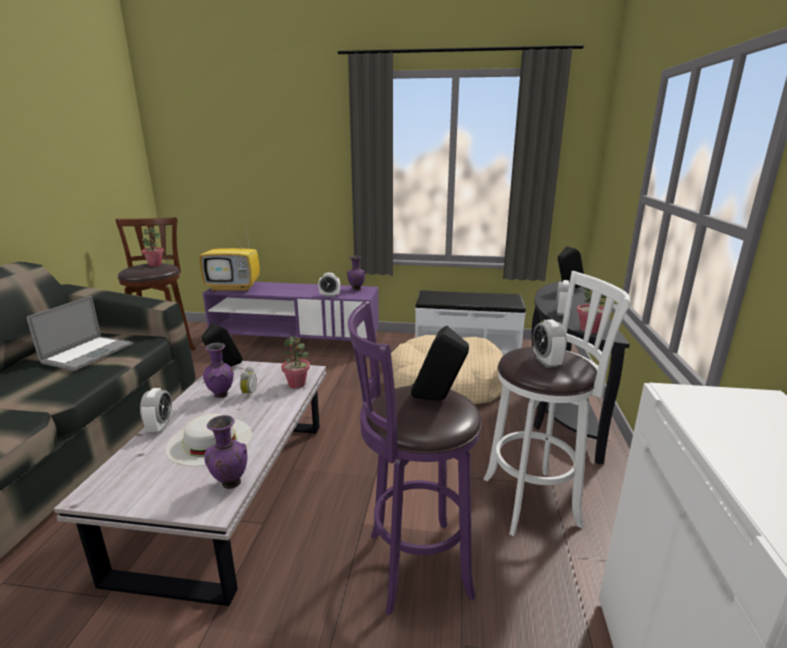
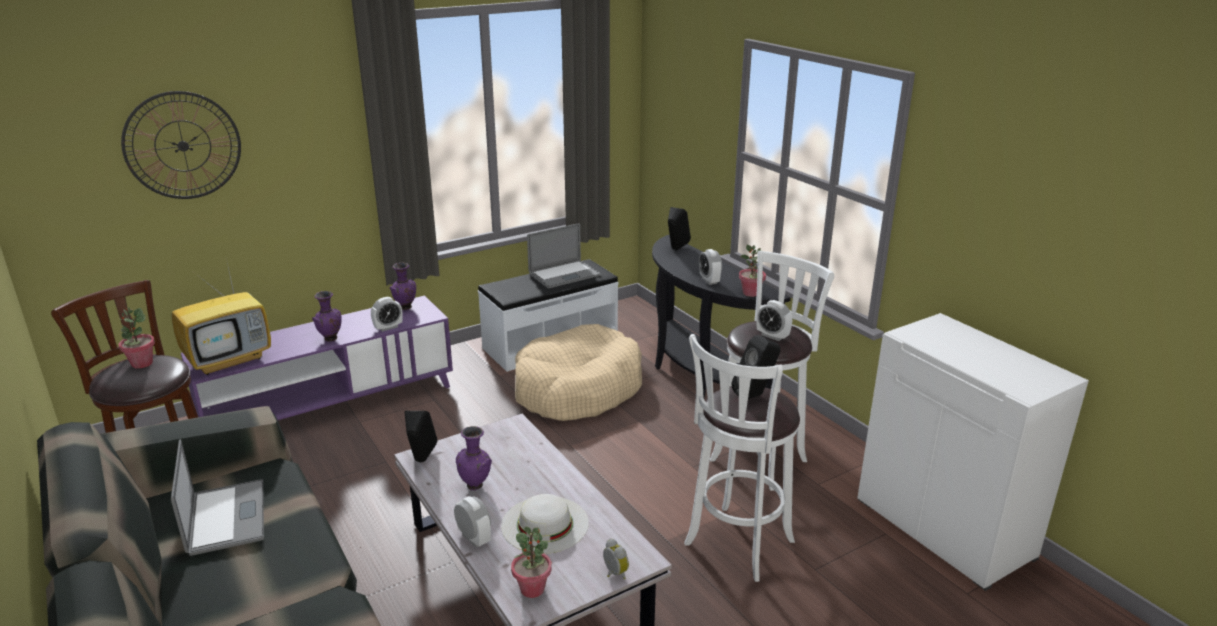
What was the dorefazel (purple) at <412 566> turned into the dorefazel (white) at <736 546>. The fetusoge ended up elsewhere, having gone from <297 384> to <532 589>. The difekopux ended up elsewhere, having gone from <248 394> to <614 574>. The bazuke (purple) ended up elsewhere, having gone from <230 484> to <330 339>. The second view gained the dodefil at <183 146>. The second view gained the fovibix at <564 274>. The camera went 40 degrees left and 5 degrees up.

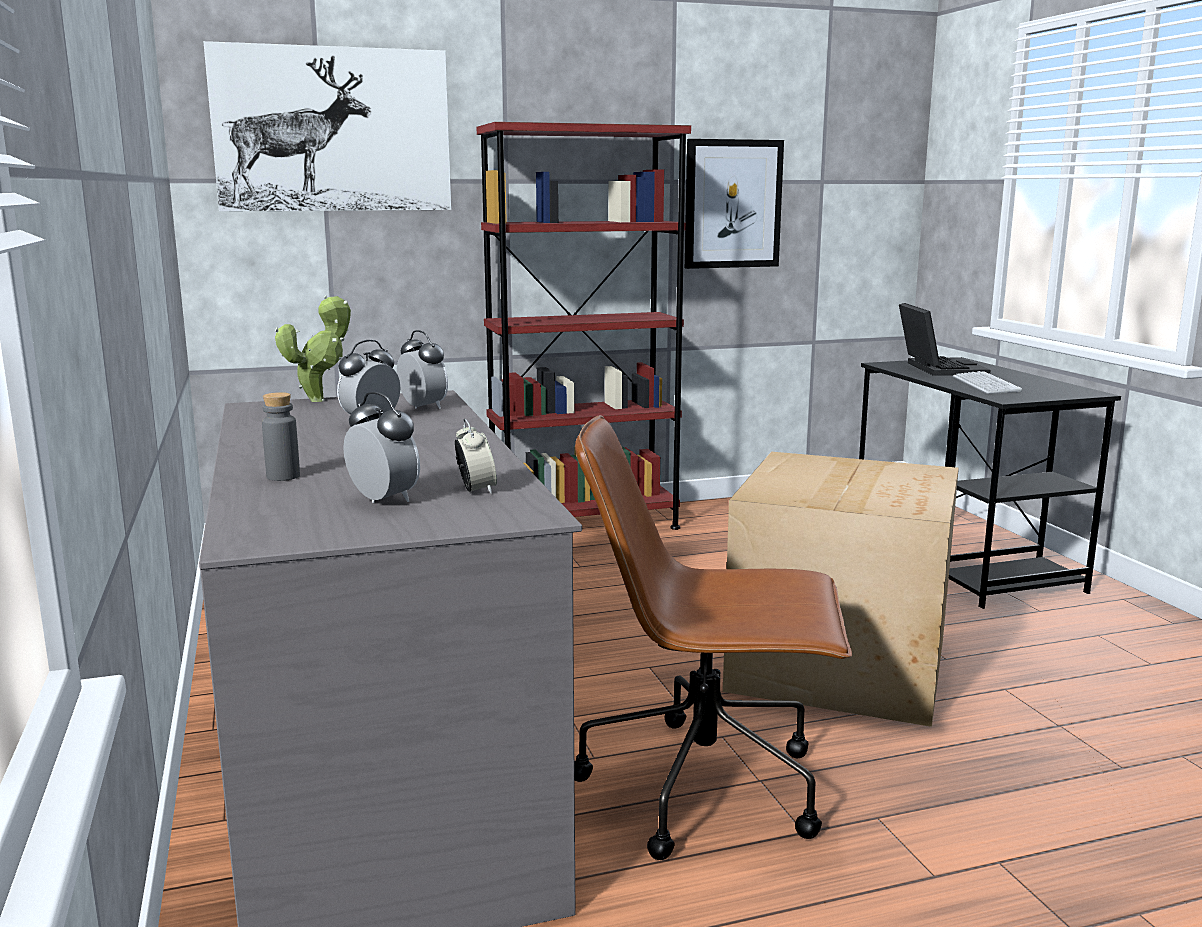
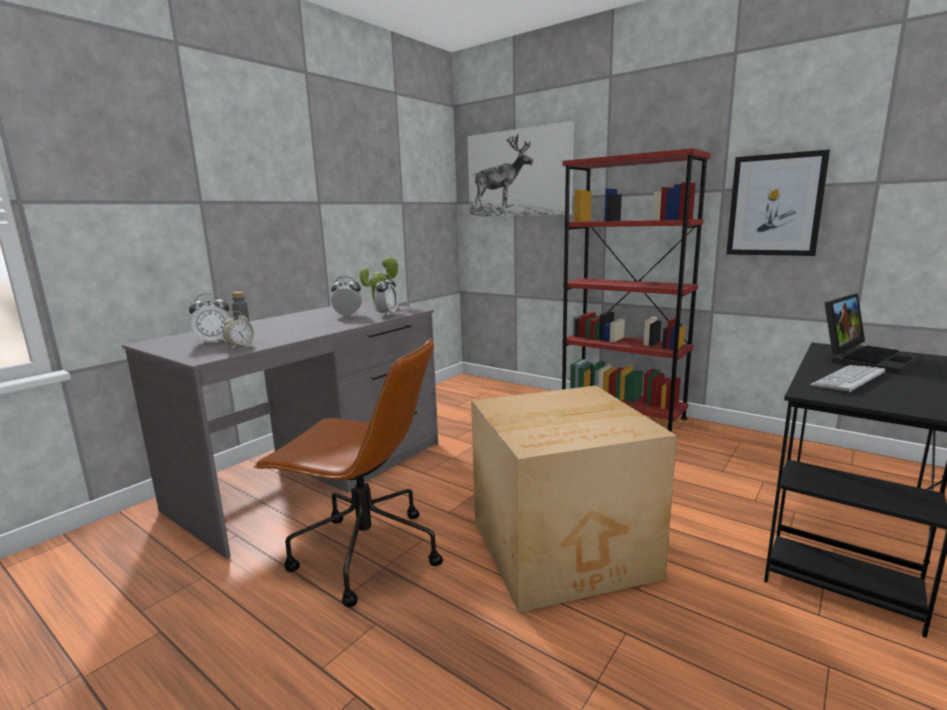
The difekopux at <383 500> ended up facing another way, 60 degrees clockwise from before. The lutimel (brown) at <707 786> ended up facing another way, 135 degrees clockwise from before. The camera went 55 degrees right and 0 degrees up.

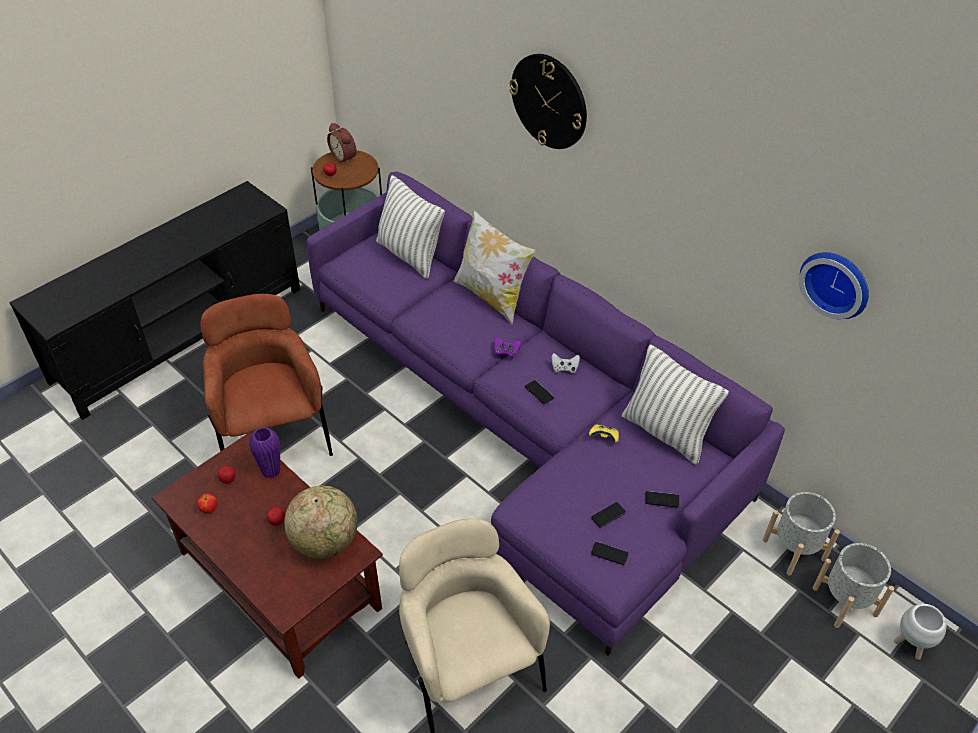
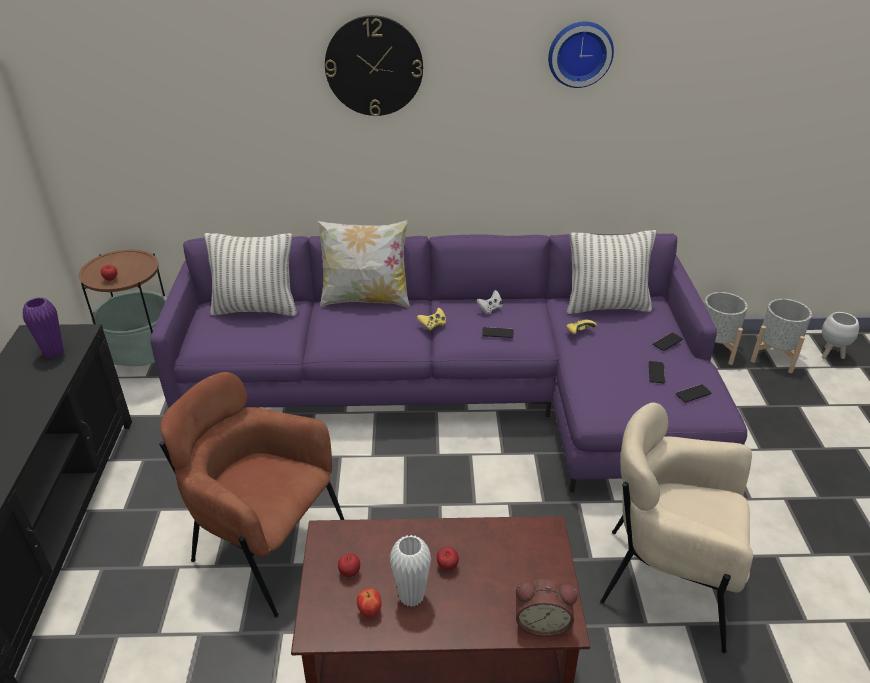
The difekopux ended up elsewhere, having gone from <345 157> to <542 621>. The dodefil ended up elsewhere, having gone from <837 282> to <579 53>. What was the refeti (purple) at <506 352> turned into the refeti (yellow) at <432 325>. The bazuke (purple) ended up elsewhere, having gone from <271 471> to <54 352>. The second view lost the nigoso at <325 541>. The second view gained the bazuke (white) at <411 596>. The camera went 45 degrees left and 10 degrees down.

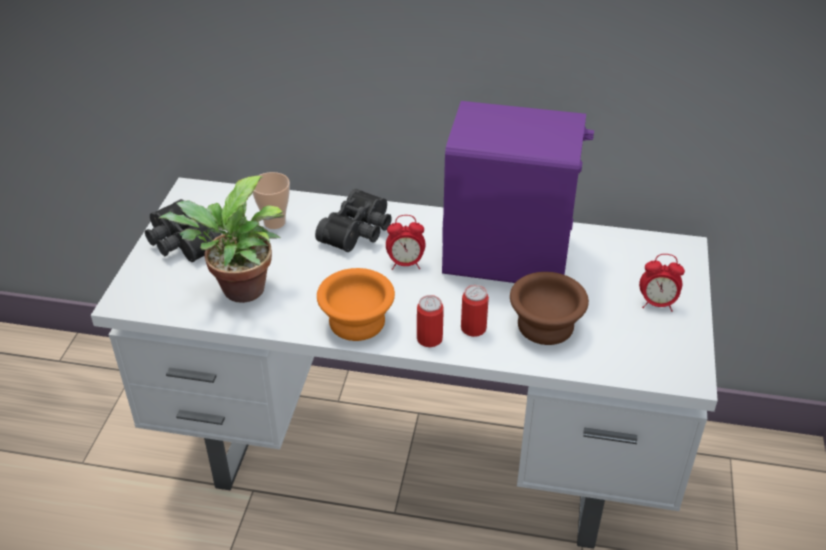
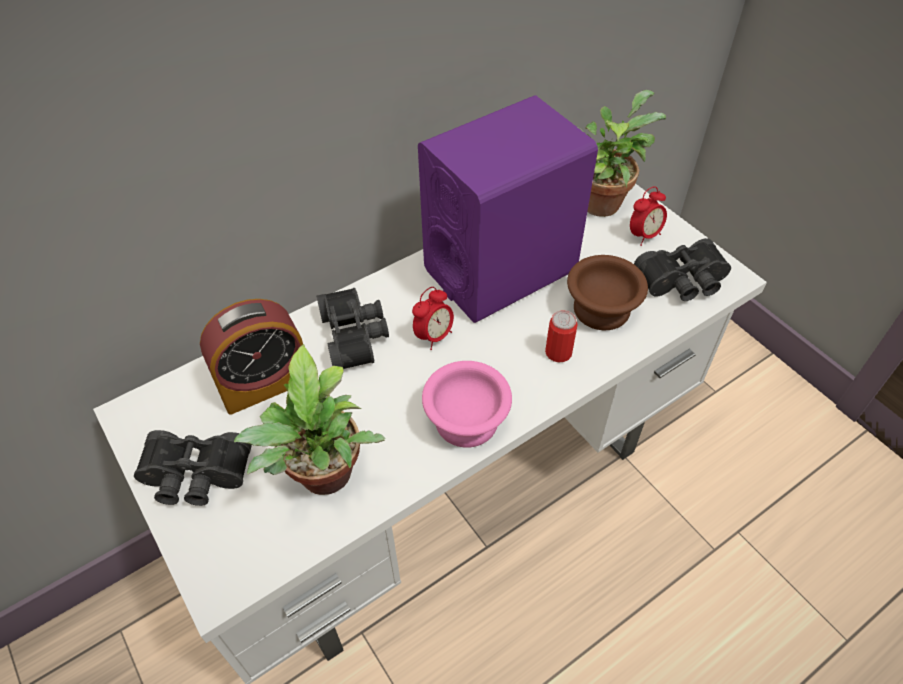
Where the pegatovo stood at <274 222>, the difekopux came to stand at <265 383>. What was the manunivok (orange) at <354 322> turned into the manunivok (pink) at <464 422>. The second view lost the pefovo at <429 339>. The second view gained the fetusoge at <601 200>. The second view gained the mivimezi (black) at <683 283>. The camera went 45 degrees left and 10 degrees up.

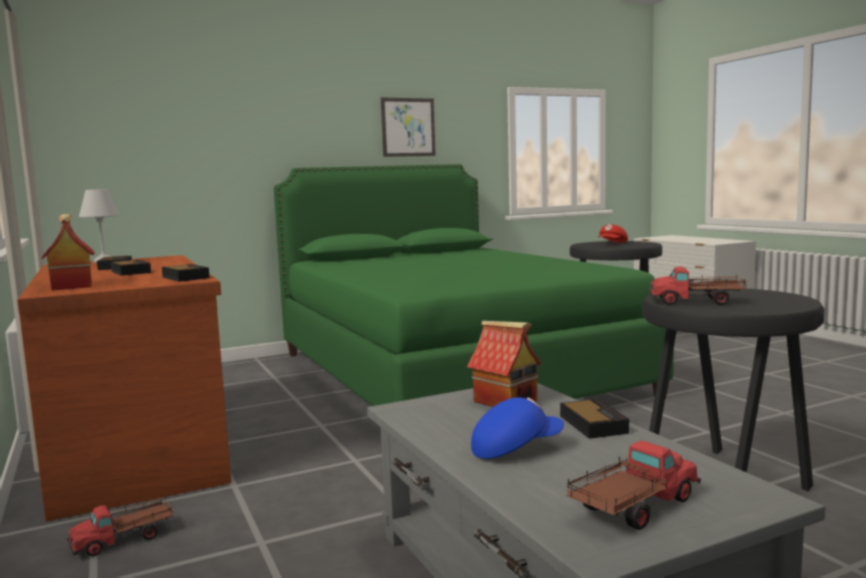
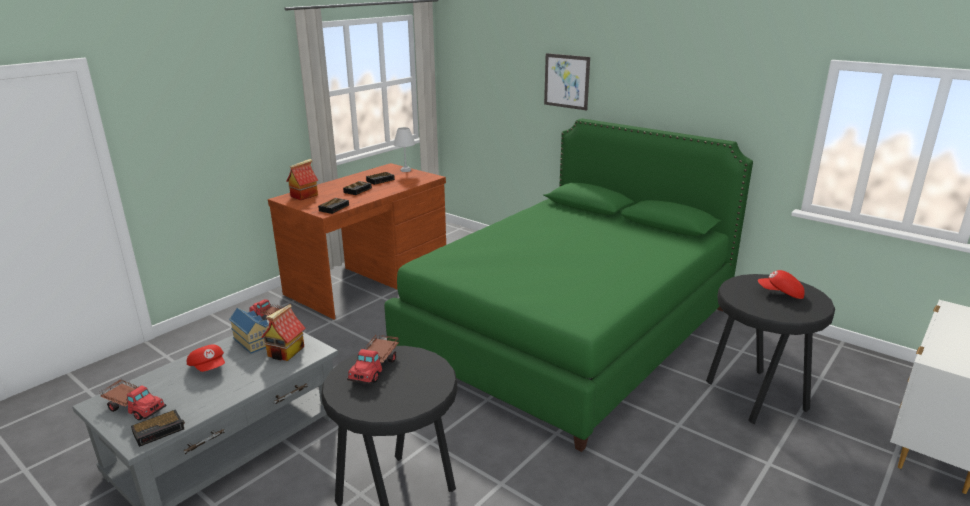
The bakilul ended up elsewhere, having gone from <408 127> to <566 81>. The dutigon at <697 302> ended up facing another way, 150 degrees counterclockwise from before. What was the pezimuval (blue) at <515 449> turned into the pezimuval (red) at <209 367>. The difekopux ended up elsewhere, having gone from <592 424> to <160 430>. The second view gained the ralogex at <253 341>. The camera went 65 degrees right and 15 degrees up.

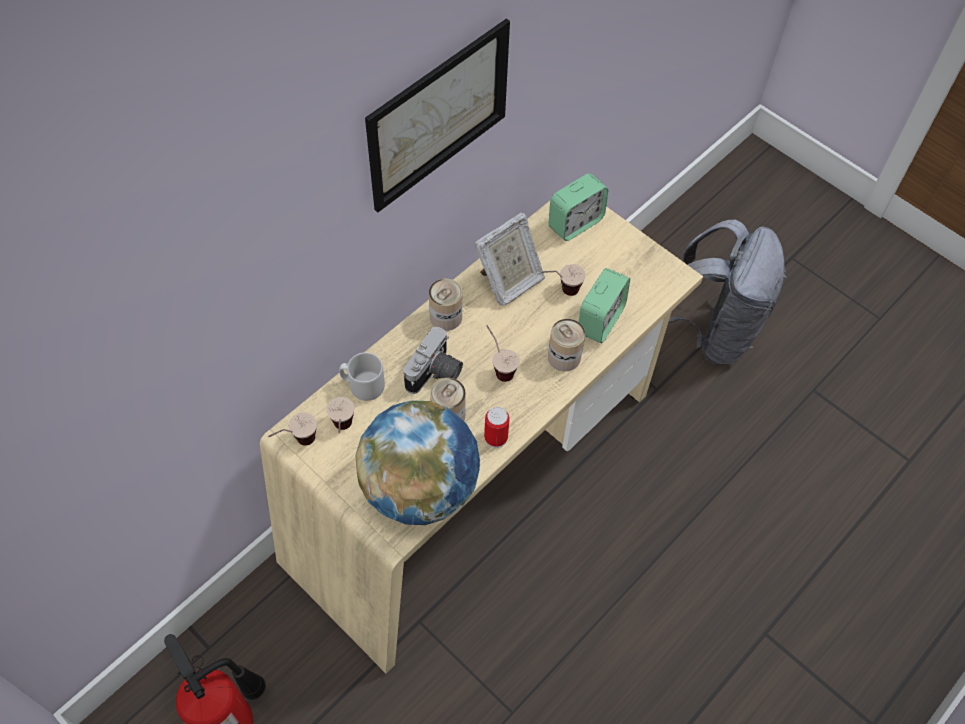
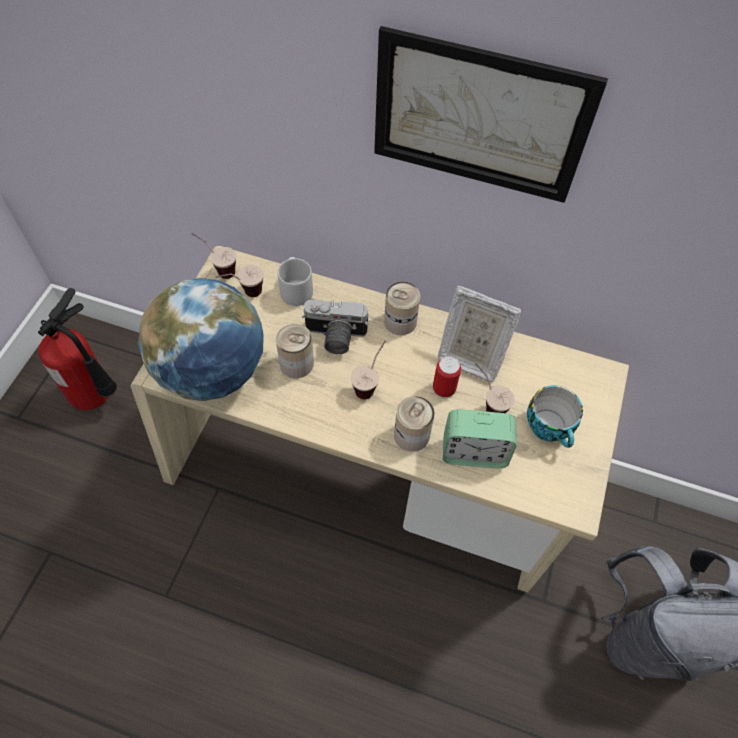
The second view lost the difekopux at <575 223>. The pefovo ended up elsewhere, having gone from <496 437> to <444 388>. The second view gained the pegatovo at <550 428>. The camera went 65 degrees right and 0 degrees up.

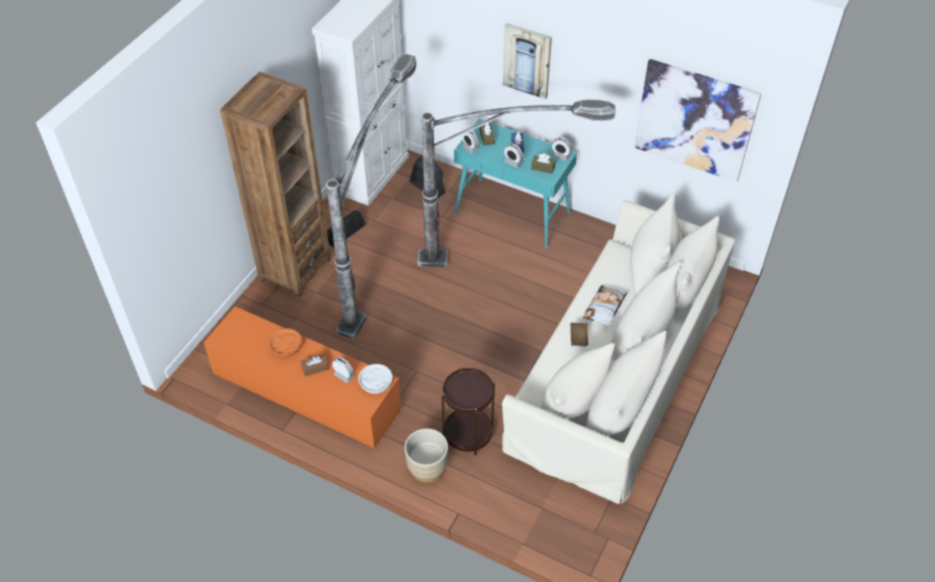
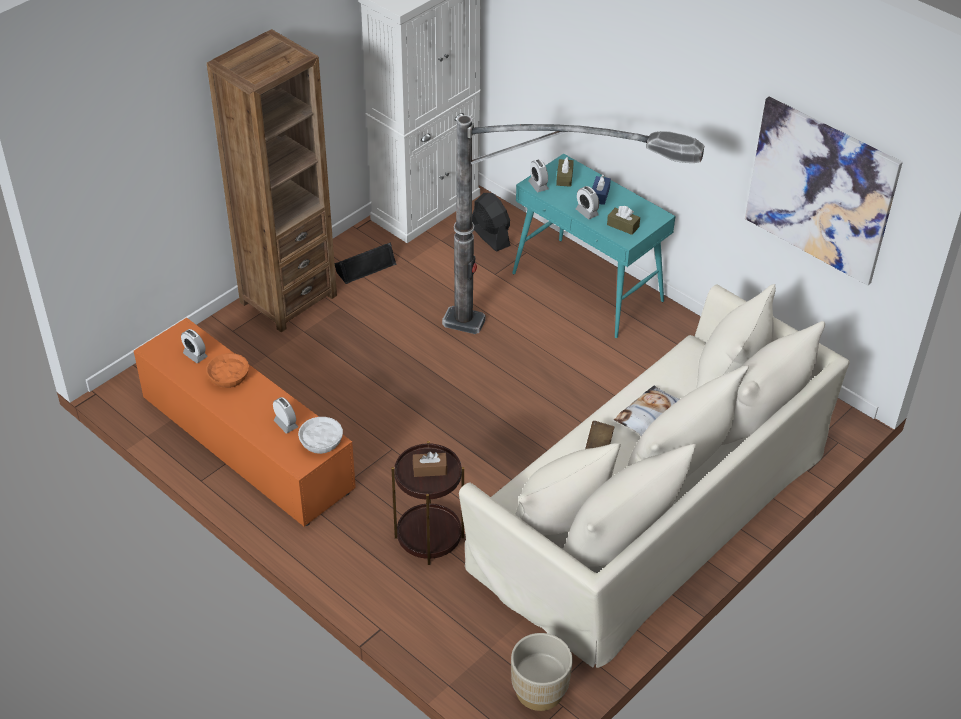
The second view lost the bakilul at <527 60>. The second view lost the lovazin at <383 271>. The difekopux ended up elsewhere, having gone from <561 156> to <195 355>. The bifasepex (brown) ended up elsewhere, having gone from <315 368> to <430 469>. The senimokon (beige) ended up elsewhere, having gone from <427 468> to <539 690>. The camera went 15 degrees right and 5 degrees down.

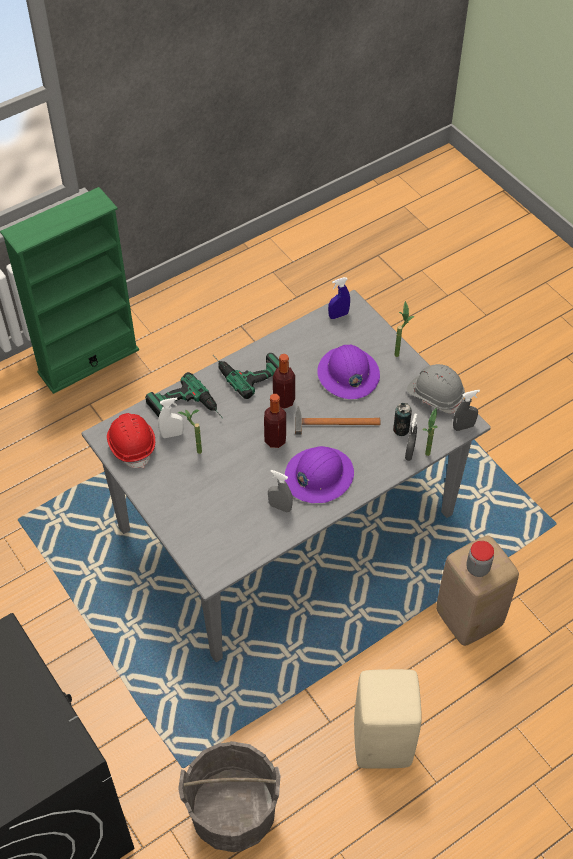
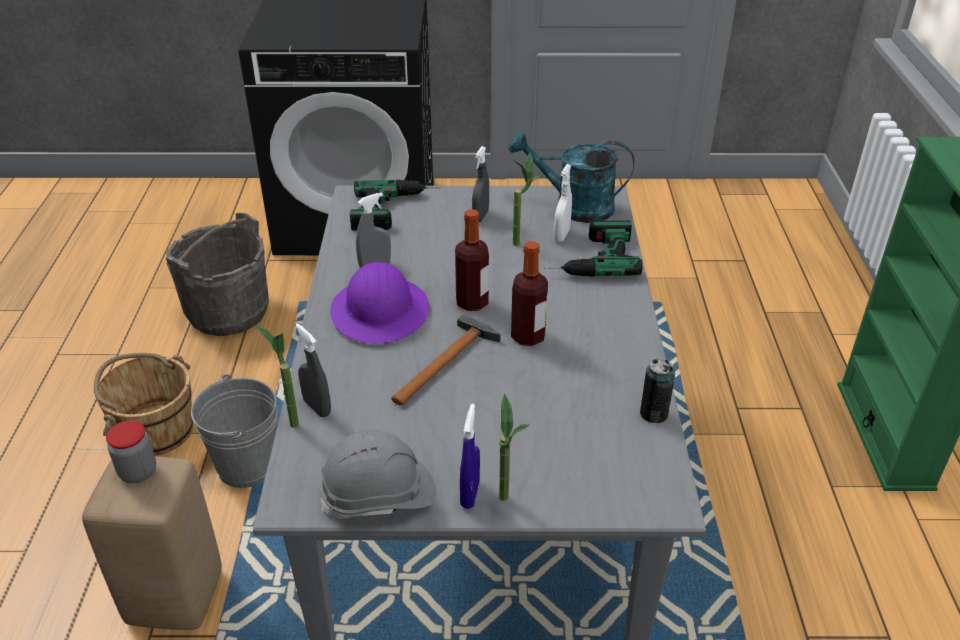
The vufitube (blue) ended up elsewhere, having gone from <338 315> to <470 494>. The second view lost the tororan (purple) at <348 374>. The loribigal ended up elsewhere, having gone from <247 369> to <396 209>. The vufitube (grey) ended up elsewhere, having gone from <463 427> to <480 216>. The pefovo ended up elsewhere, having gone from <401 429> to <654 414>. Where the tororan (red) stood at <132 445>, the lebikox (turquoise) came to stand at <573 207>. Where the dorefazel (beige) stood at <381 744>, the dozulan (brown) came to stand at <156 430>. The second view gained the dozulan (grey) at <247 465>. The camera went 125 degrees right and 15 degrees down.

